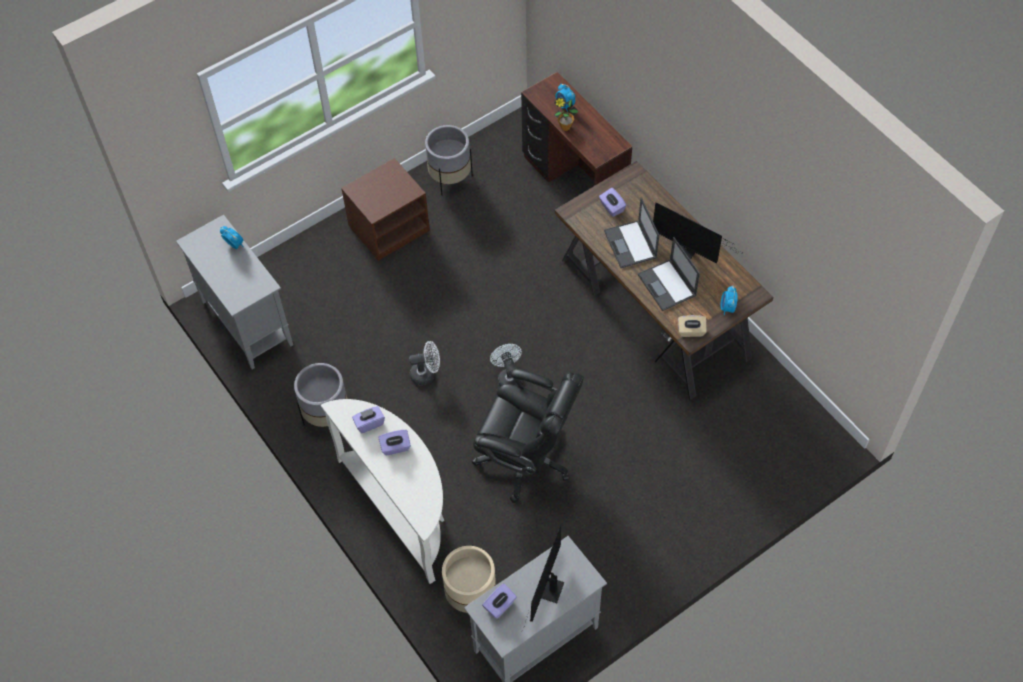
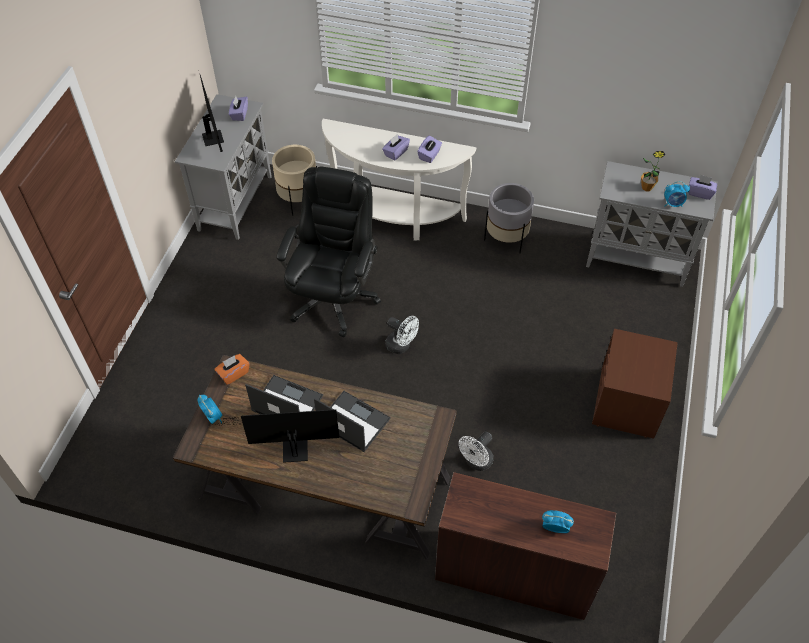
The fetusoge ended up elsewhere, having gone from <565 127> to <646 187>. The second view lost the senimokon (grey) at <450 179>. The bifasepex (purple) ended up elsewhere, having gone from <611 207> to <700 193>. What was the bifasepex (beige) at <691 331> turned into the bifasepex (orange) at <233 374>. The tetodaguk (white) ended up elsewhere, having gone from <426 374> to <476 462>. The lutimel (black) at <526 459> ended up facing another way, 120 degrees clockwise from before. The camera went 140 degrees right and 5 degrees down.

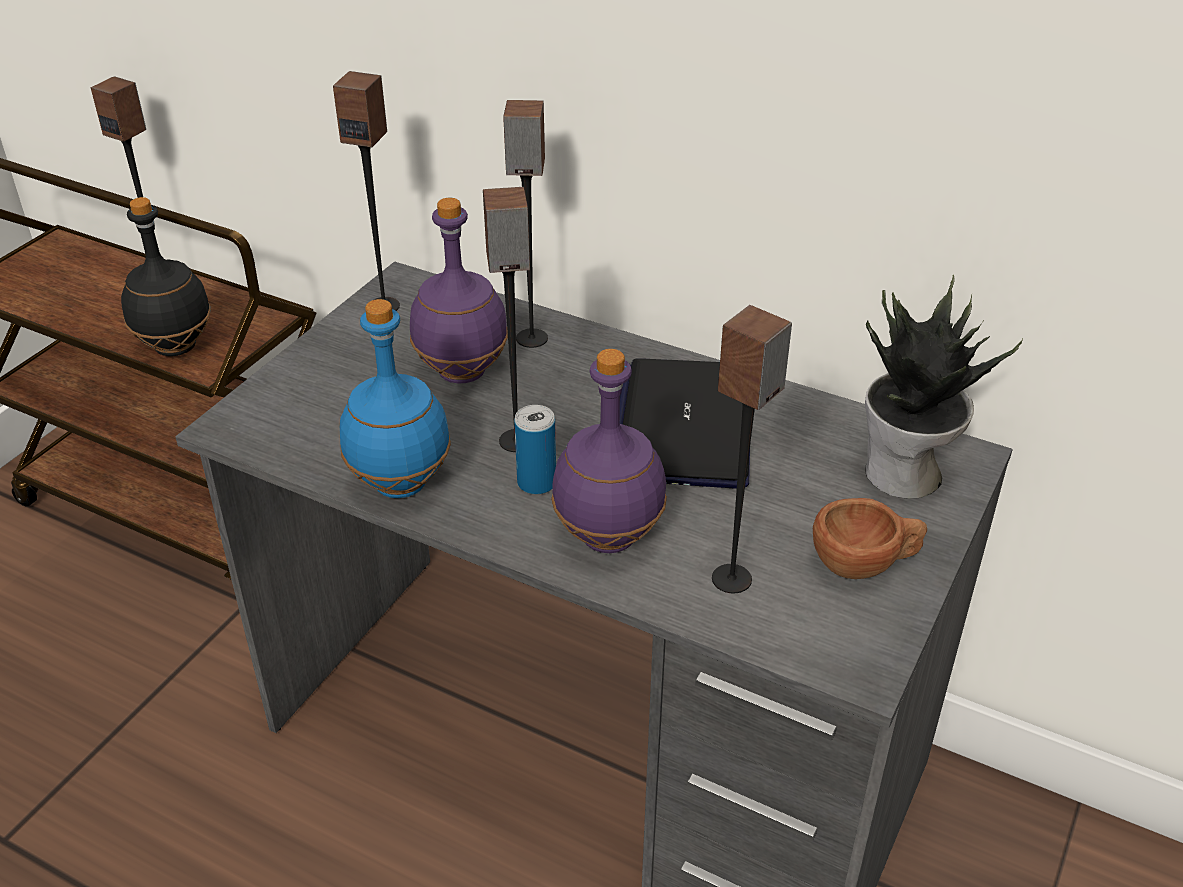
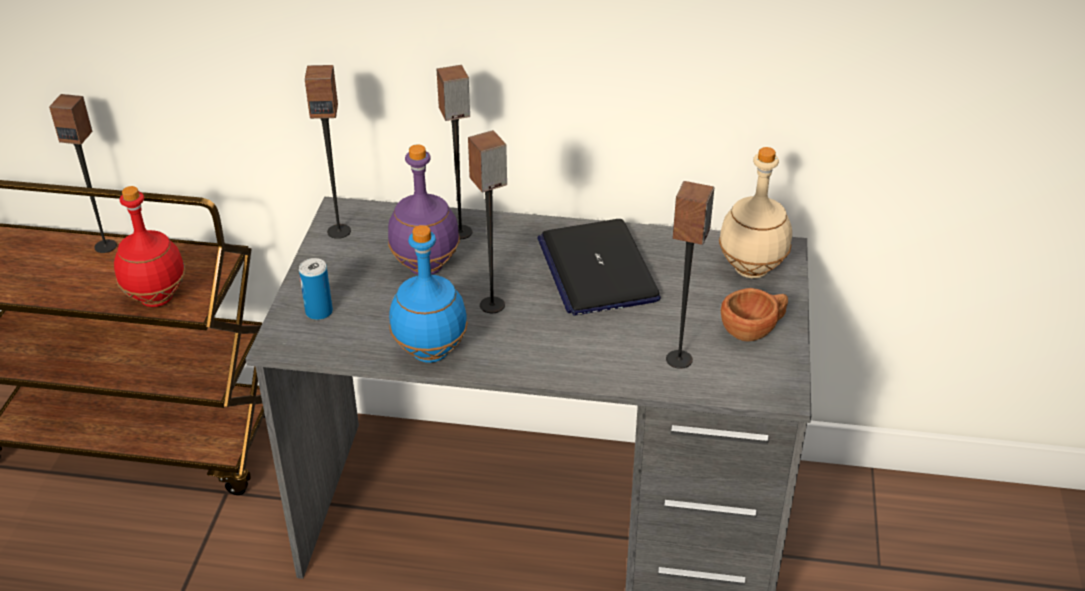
What was the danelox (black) at <175 348> turned into the danelox (red) at <156 299>. Where the fetusoge stood at <904 476>, the danelox (beige) came to stand at <751 270>. The second view lost the danelox (purple) at <608 538>. The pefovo ended up elsewhere, having gone from <536 483> to <319 312>. The camera went 20 degrees left and 0 degrees up.

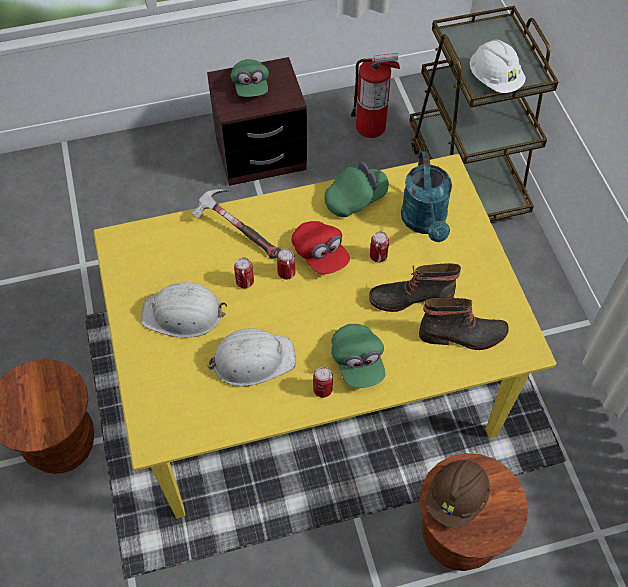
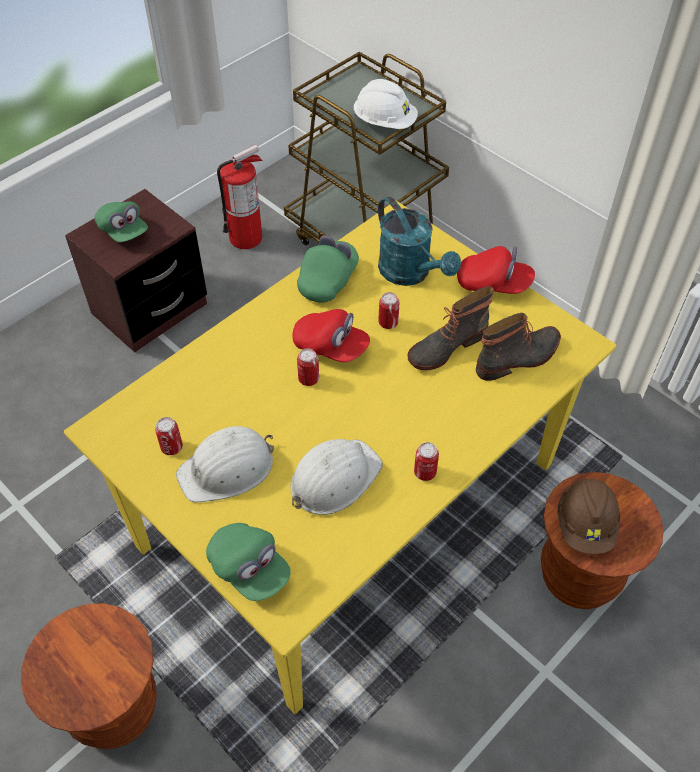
The second view lost the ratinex at <237 230>. The pefovo ended up elsewhere, having gone from <245 282> to <171 447>. The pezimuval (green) ended up elsewhere, having gone from <357 362> to <249 569>. The second view gained the pezimuval (red) at <493 284>. The camera went 30 degrees left and 5 degrees down.

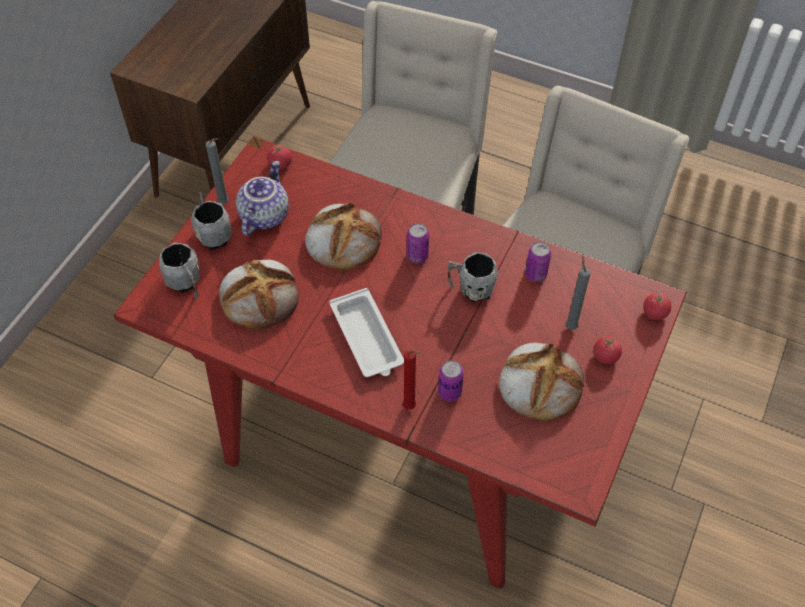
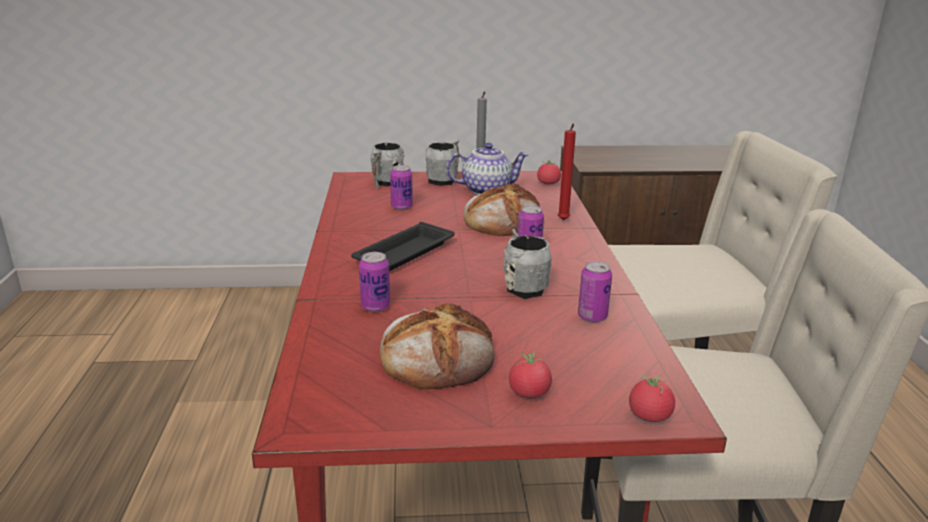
The second view lost the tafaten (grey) at <570 325>. Where the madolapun stood at <260 297>, the pefovo came to stand at <401 207>. What was the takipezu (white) at <367 338> turned into the takipezu (black) at <403 254>. The tafaten (red) ended up elsewhere, having gone from <411 407> to <563 221>. The camera went 60 degrees right and 30 degrees down.

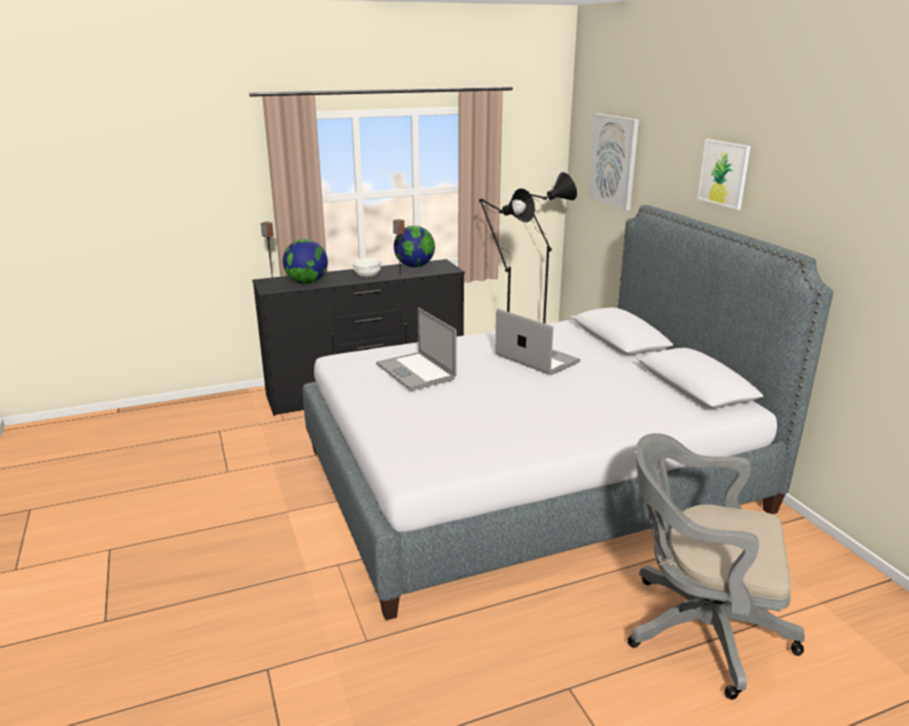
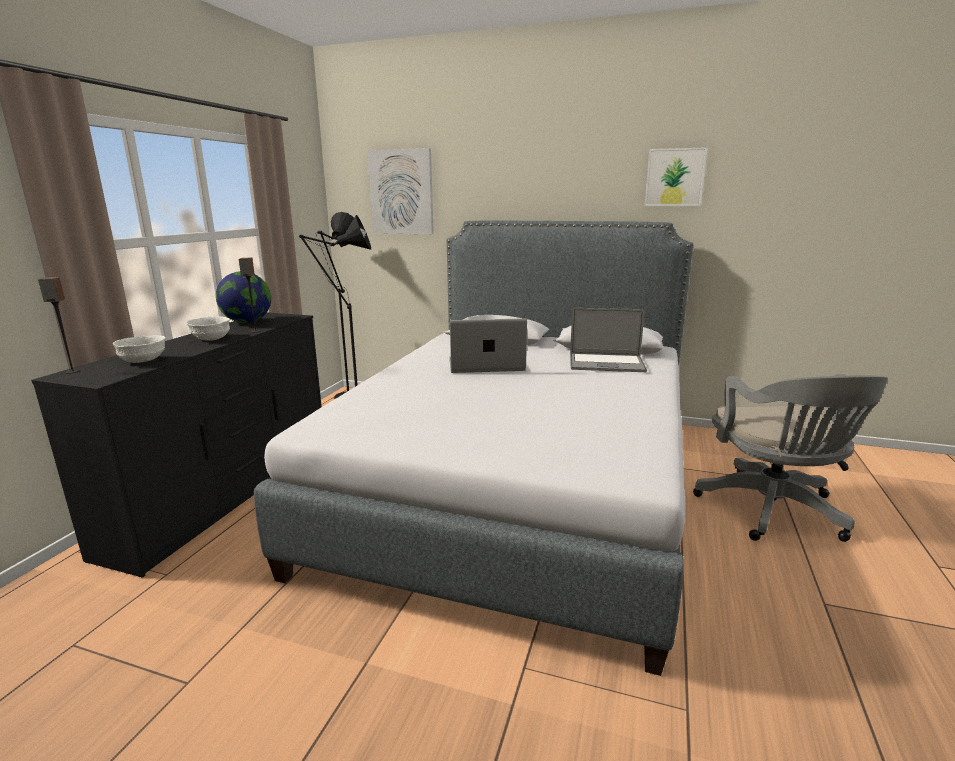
The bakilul ended up elsewhere, having gone from <724 173> to <675 177>. Where the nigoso stood at <307 282>, the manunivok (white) came to stand at <143 361>. The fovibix ended up elsewhere, having gone from <415 371> to <606 363>. The lutimel (grey) at <697 628> ended up facing another way, 60 degrees counterclockwise from before. The camera went 50 degrees left and 5 degrees down.

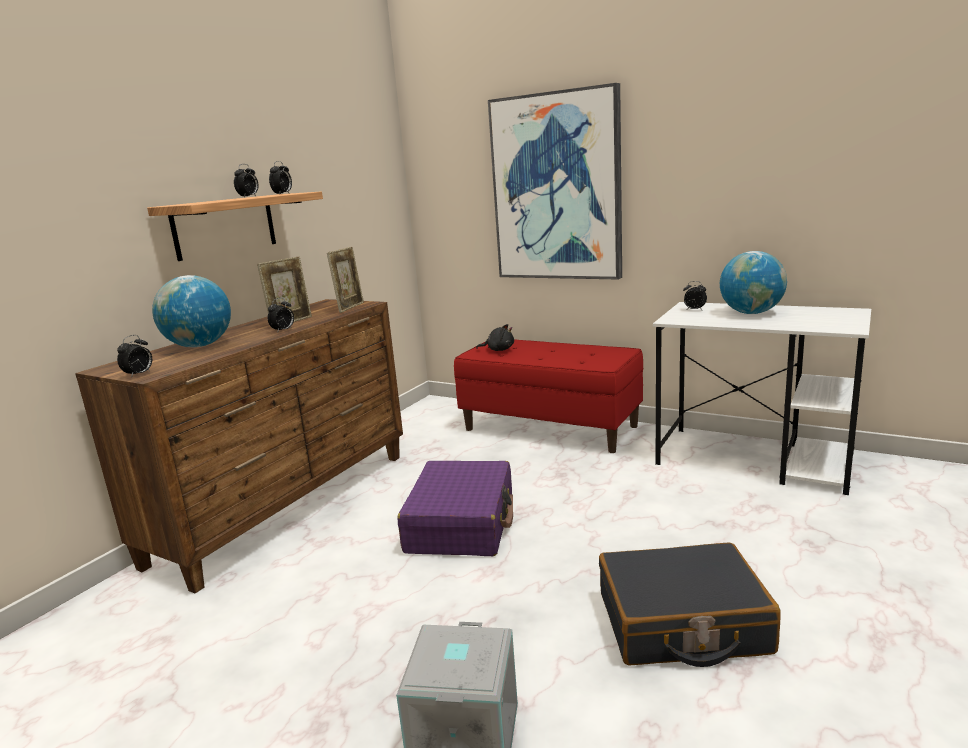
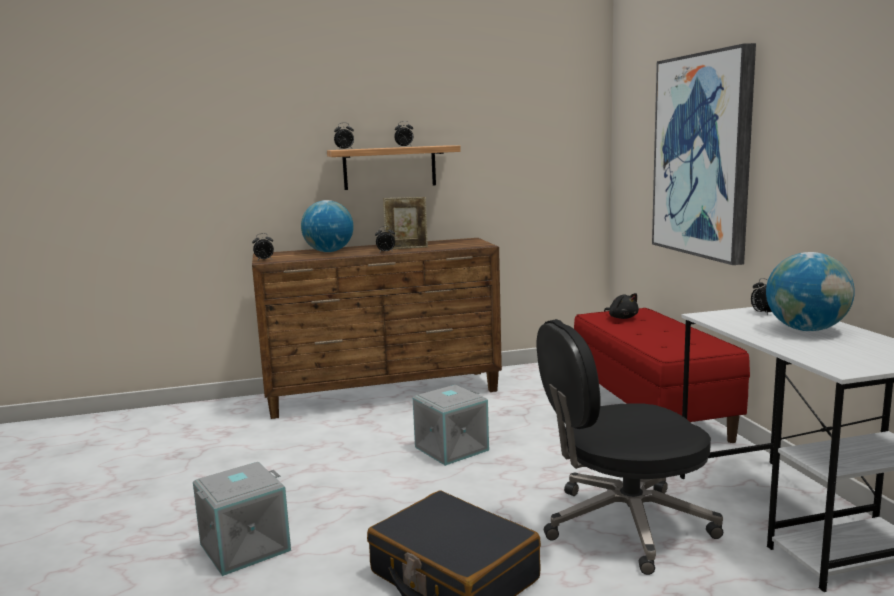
The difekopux ended up elsewhere, having gone from <283 194> to <345 149>. The second view lost the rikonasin at <350 308>. Where the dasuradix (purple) stood at <461 523>, the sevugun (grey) came to stand at <451 448>. The second view gained the lutimel (black) at <623 525>. The camera went 45 degrees right and 5 degrees down.

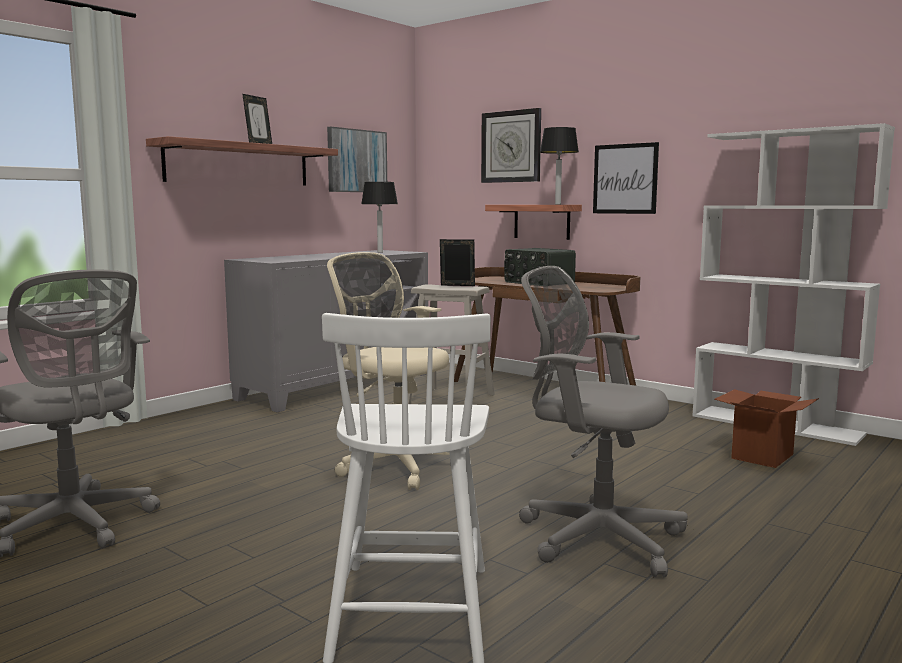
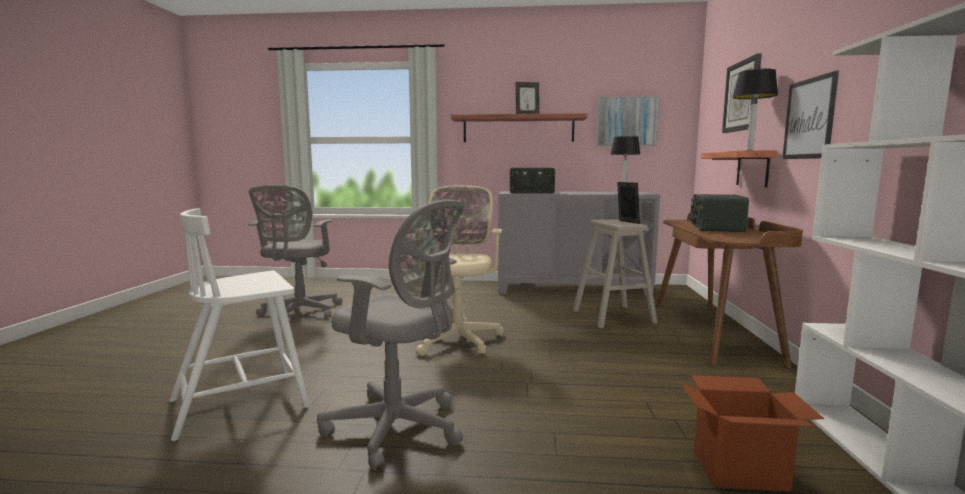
The lutimel (grey) at <593 536> ended up facing another way, 120 degrees clockwise from before. The second view gained the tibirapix at <531 192>. The camera went 55 degrees right and 0 degrees up.

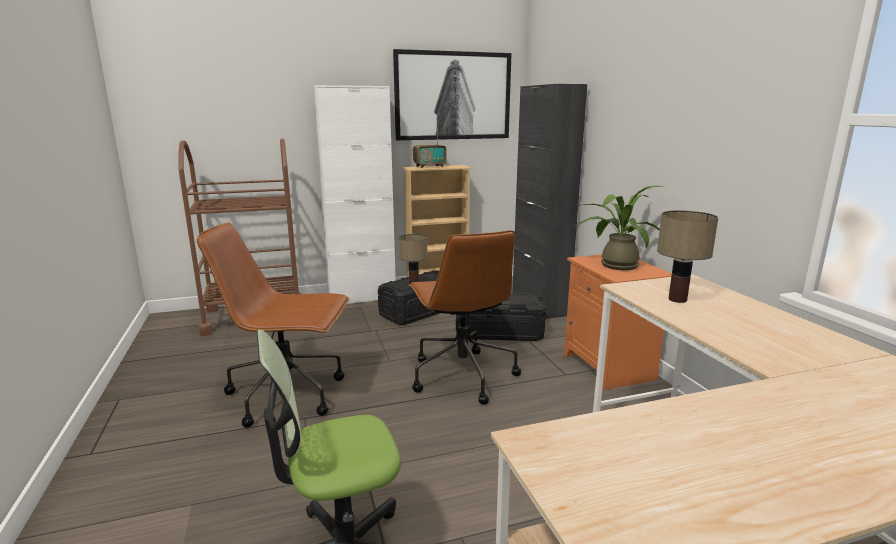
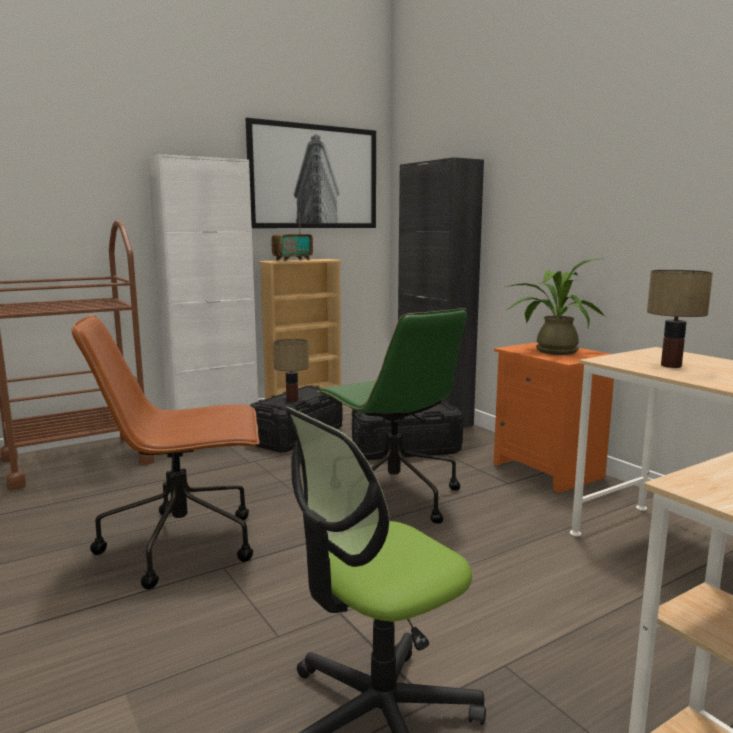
What was the lutimel (brown) at <461 375> turned into the lutimel (green) at <392 497>. The camera went 15 degrees left and 5 degrees down.

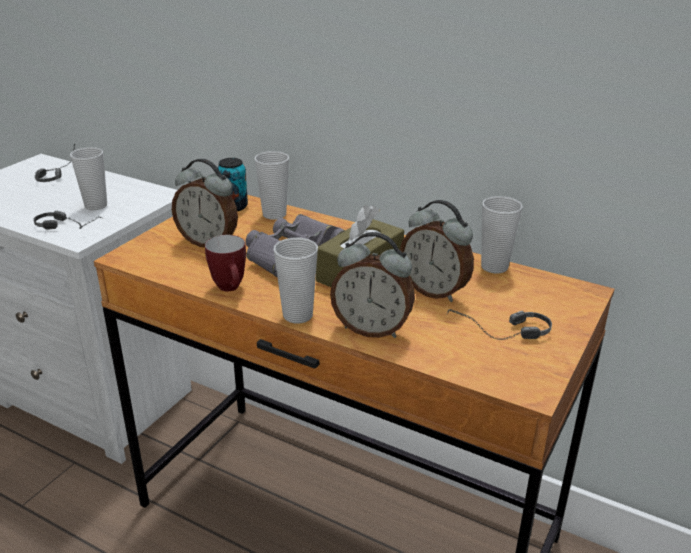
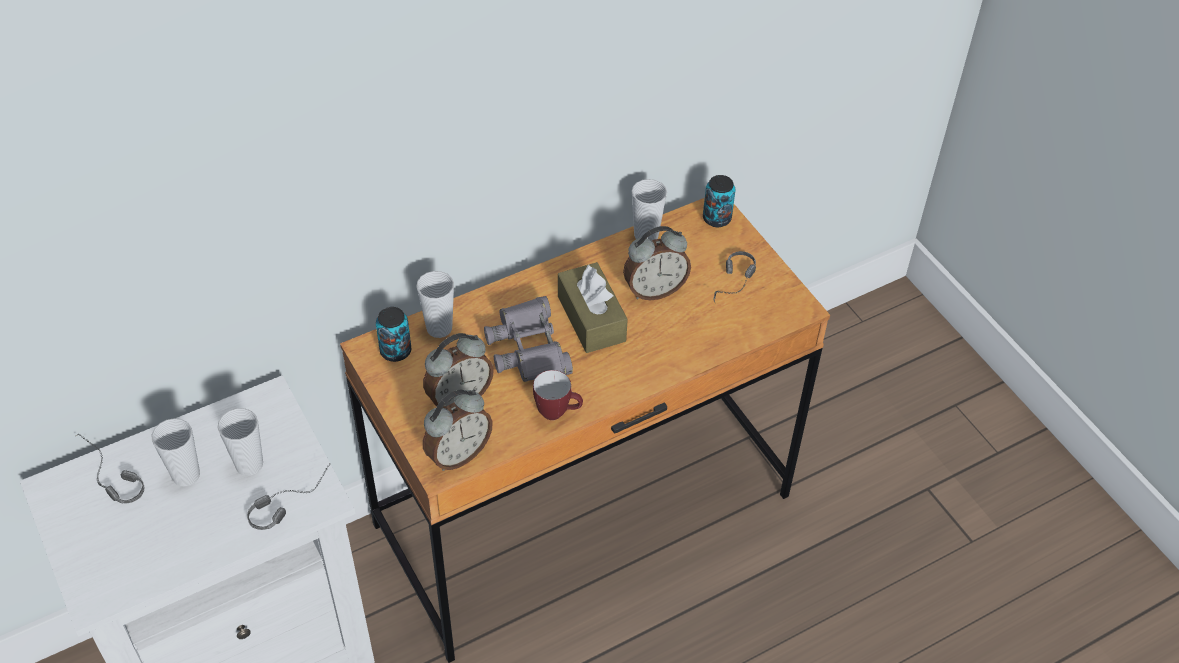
The difekopux ended up elsewhere, having gone from <372 329> to <458 454>. The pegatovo ended up elsewhere, having gone from <298 315> to <186 475>. The second view gained the pefovo at <716 218>. The camera went 60 degrees left and 20 degrees up.

